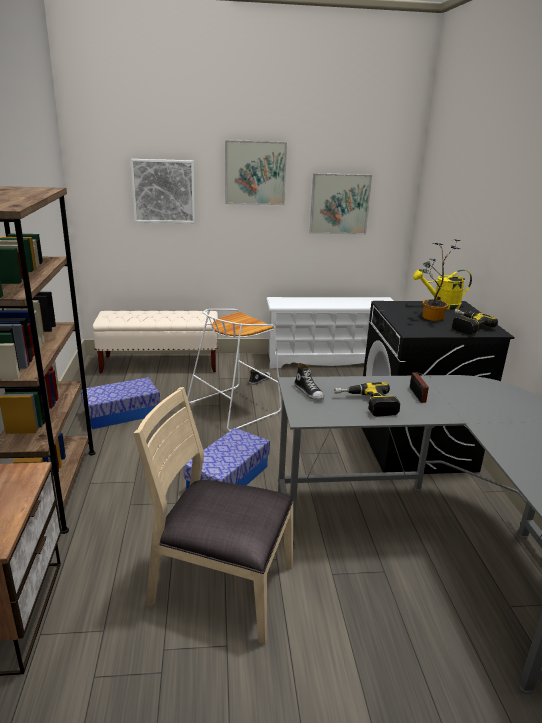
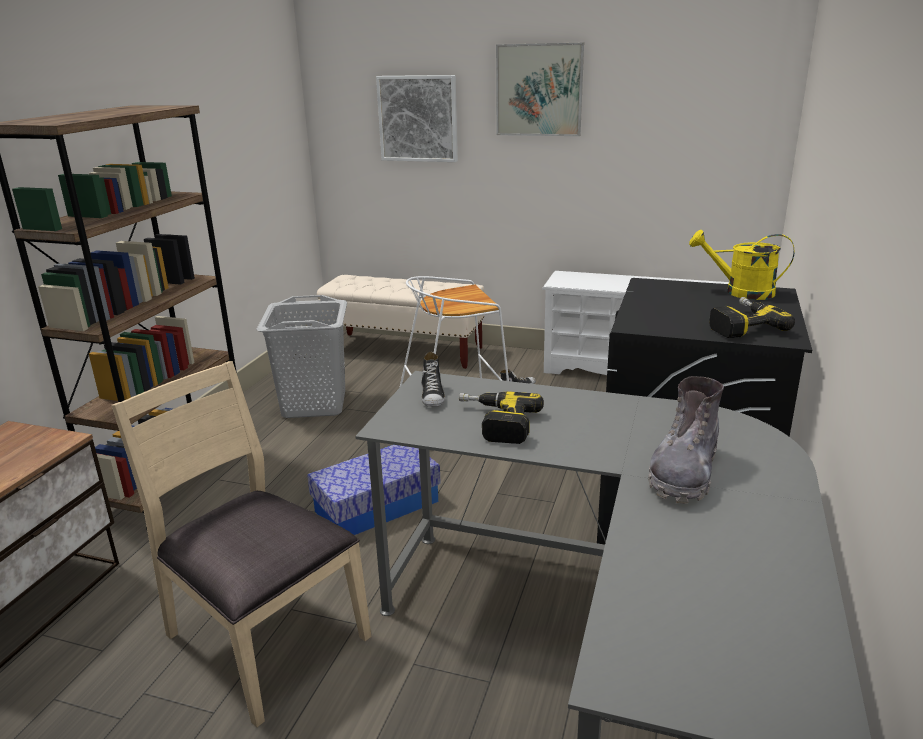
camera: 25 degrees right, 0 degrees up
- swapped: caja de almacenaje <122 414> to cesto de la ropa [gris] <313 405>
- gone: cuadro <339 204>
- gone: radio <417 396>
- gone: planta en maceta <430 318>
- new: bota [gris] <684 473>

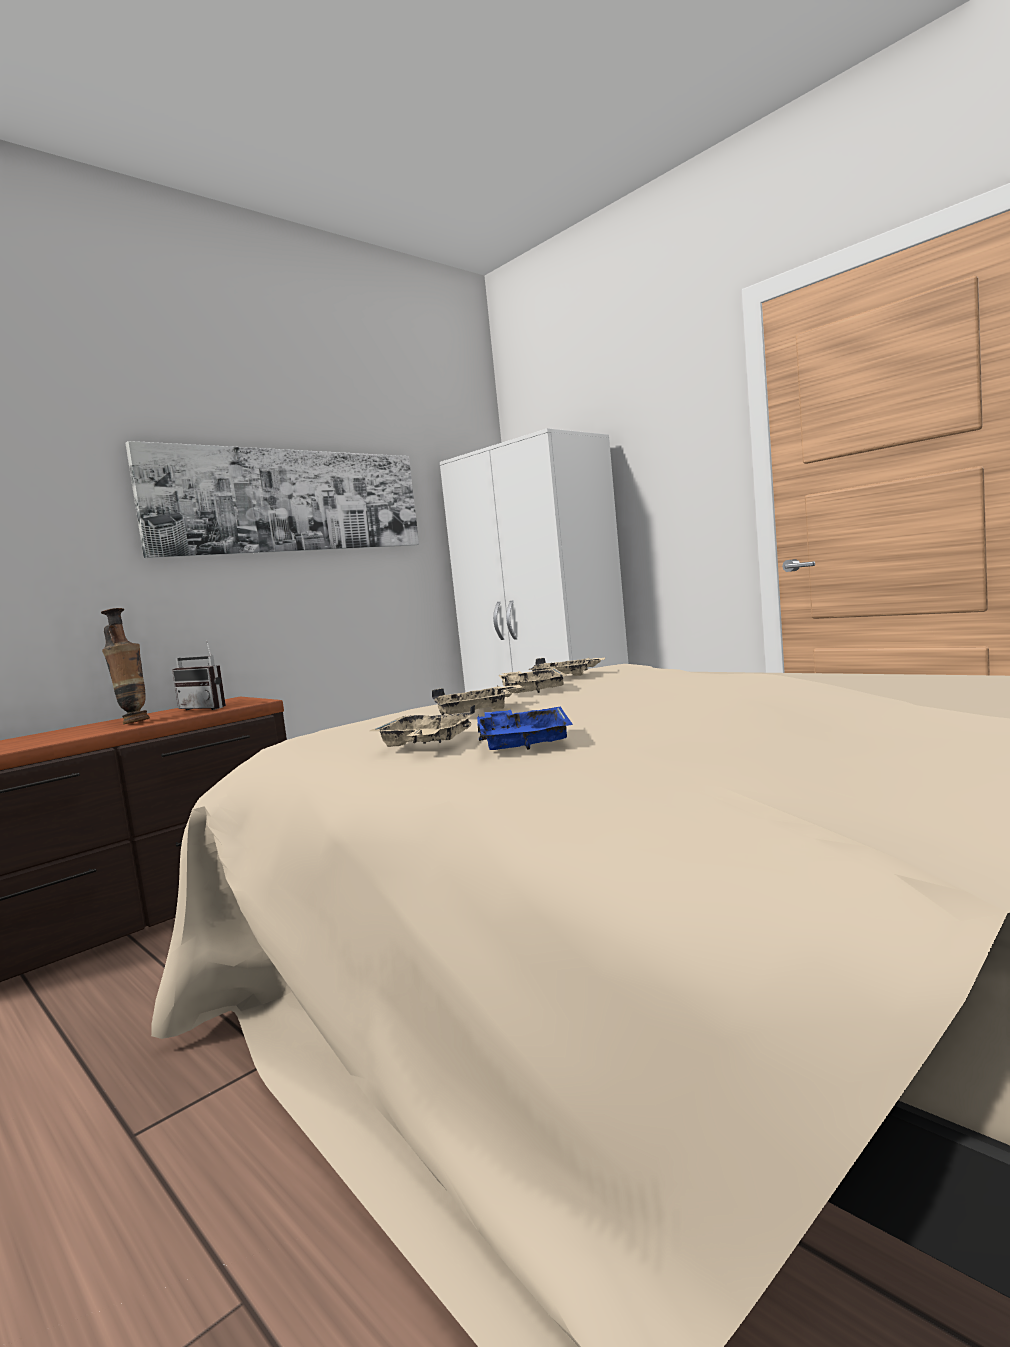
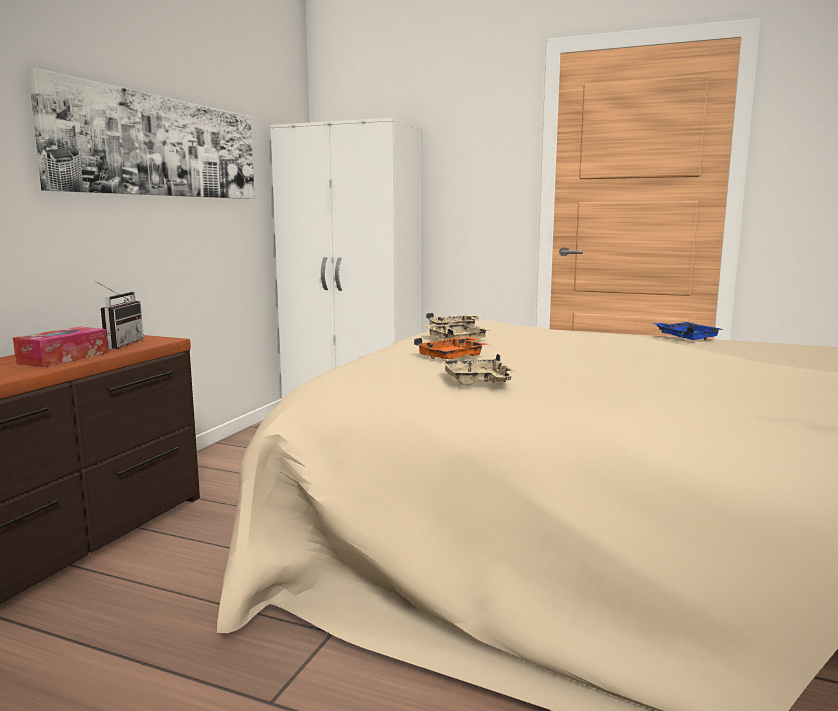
camera: 25 degrees left, 5 degrees up
- swapped: florero <134 722> to caja de pañuelos <63 358>
- rotated: radio <208 708> = <118 344> 90 degrees counterclockwise
- repainted: bandeja [beis] <477 712> to bandeja [naranja] <453 357>
- shifted: bandeja [azul] <523 742> to <686 338>

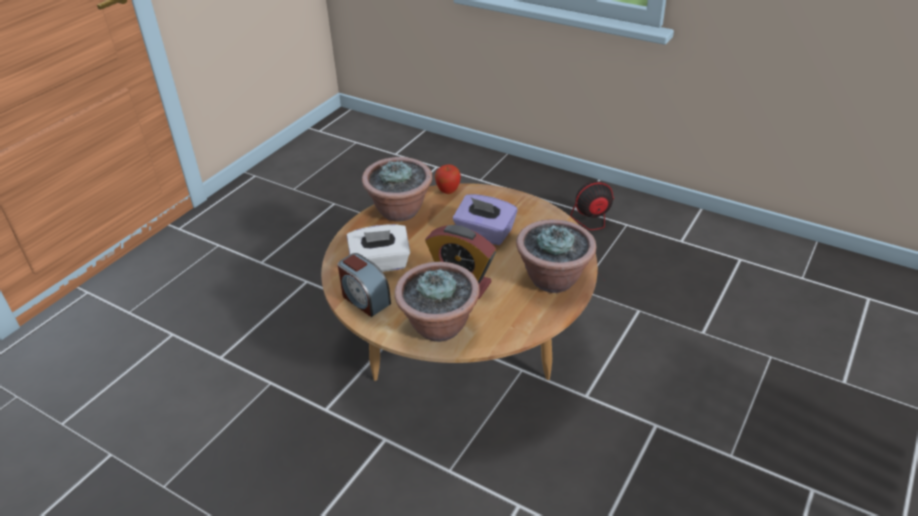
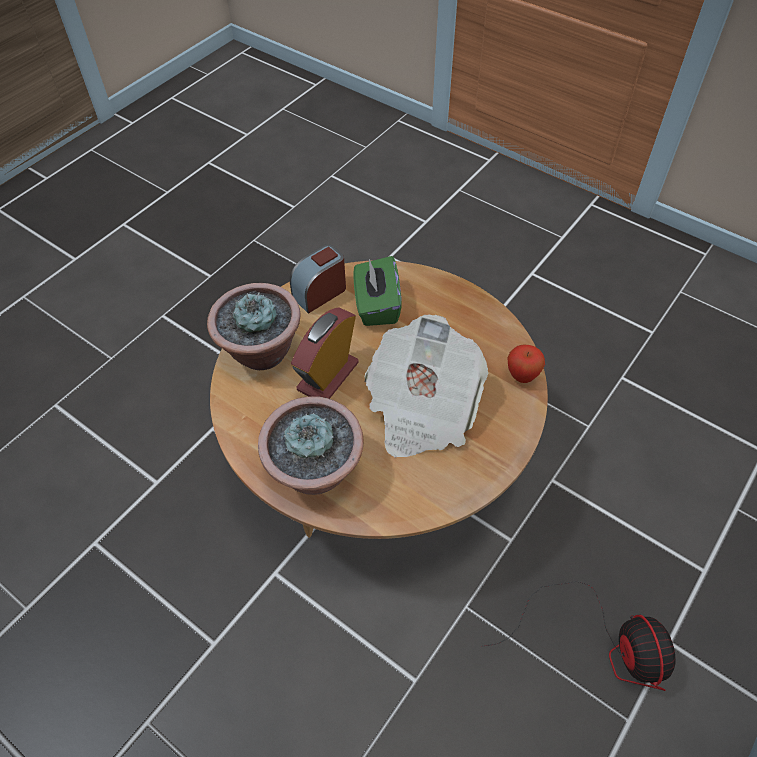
camera: 95 degrees right, 15 degrees up
- repainted: caja de pañuelos [blanco] <380 264> to caja de pañuelos [verde] <377 306>
- gone: planta en maceta <400 211>
- swapped: caja de pañuelos [morado] <484 233> to periódico <421 408>

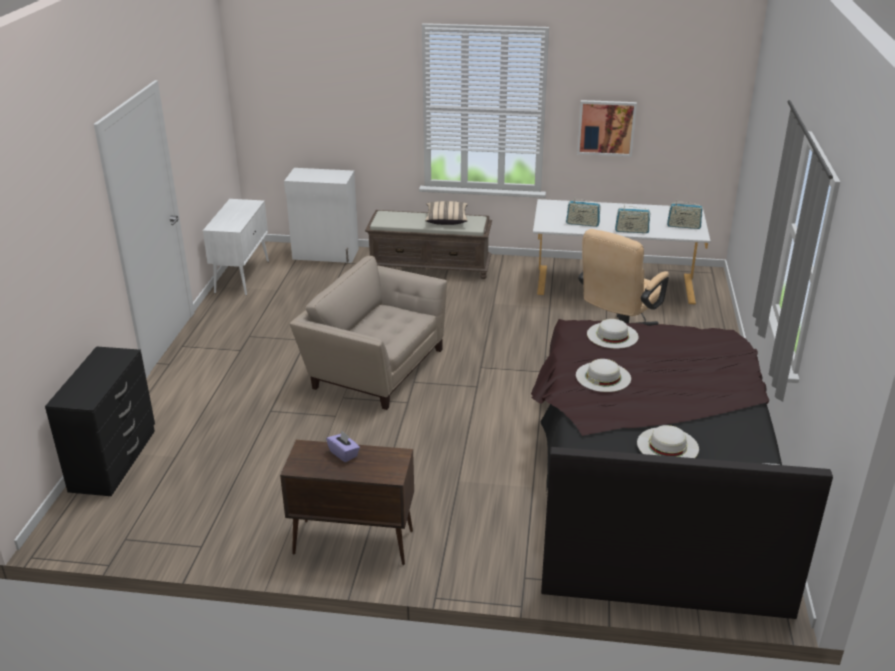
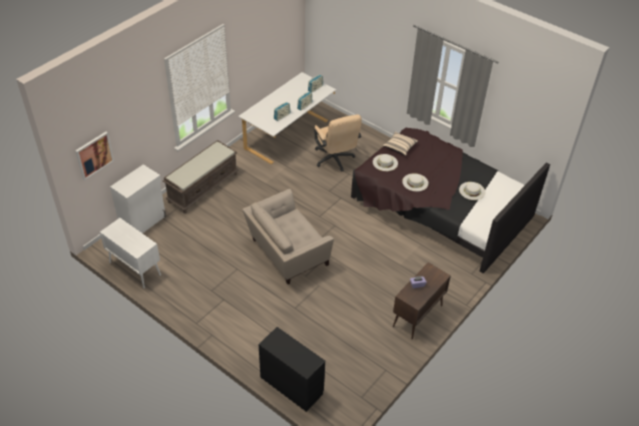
camera: 60 degrees left, 15 degrees up
- shifted: cojín [beis] <446 220> to <399 147>
- shifted: cuadro <606 128> to <94 155>

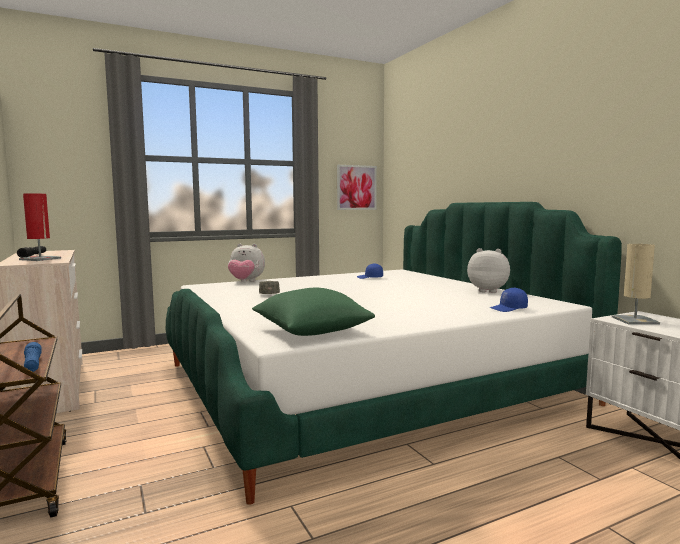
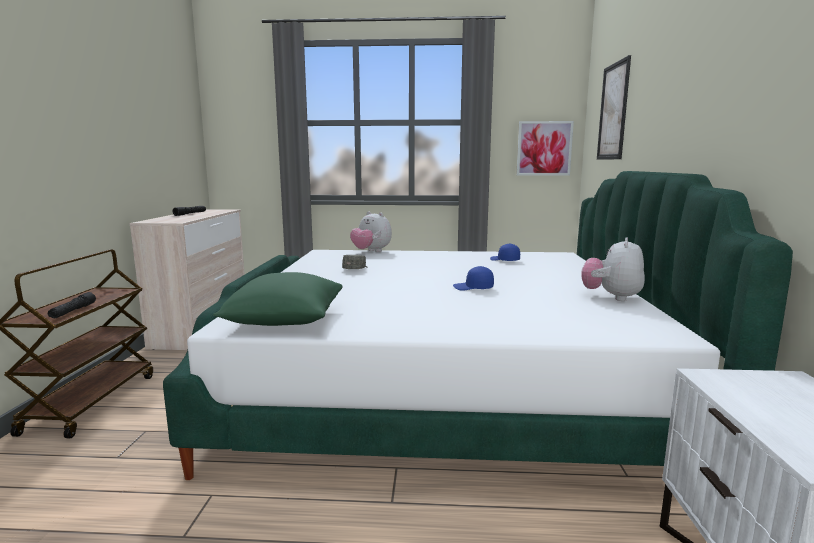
camera: 30 degrees right, 5 degrees up
- gone: lámpara de mesa [rojo] <40 259>
- repainted: linterna [azul] <32 364> to linterna [negro] <73 311>
- rotated: peluche <488 291> = <611 297> 120 degrees counterclockwise
- shifted: gorra [azul] <508 309> to <473 288>
- gone: lámpara de mesa [beis] <635 320>
- new: cuadro <613 111>

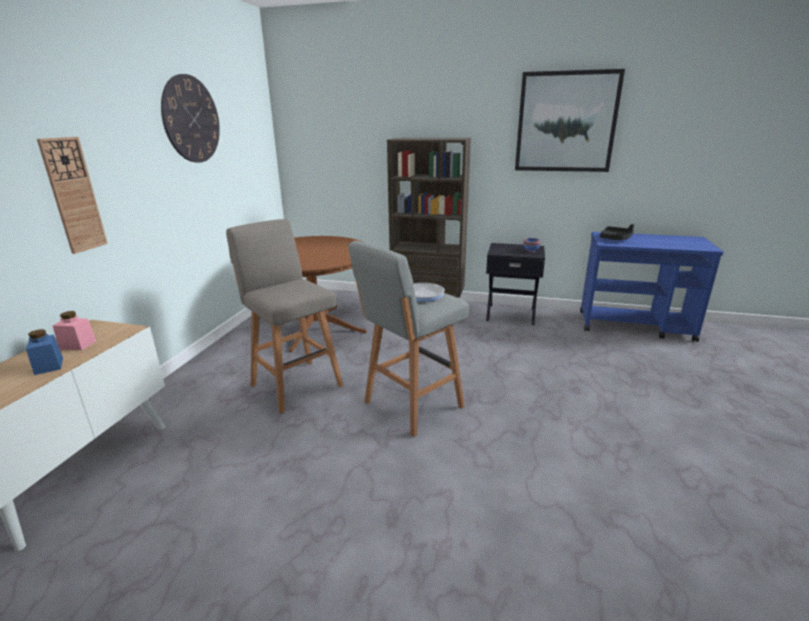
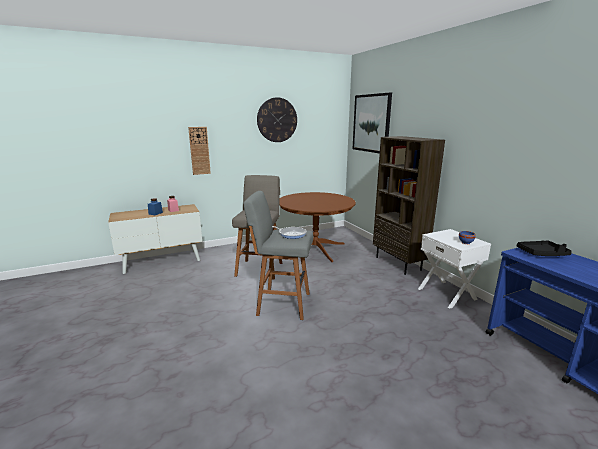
camera: 50 degrees right, 5 degrees down
- repainted: mesita de noche [negro] <511 314> to mesita de noche [blanco] <447 294>
- shifted: cuadro <566 122> to <371 123>

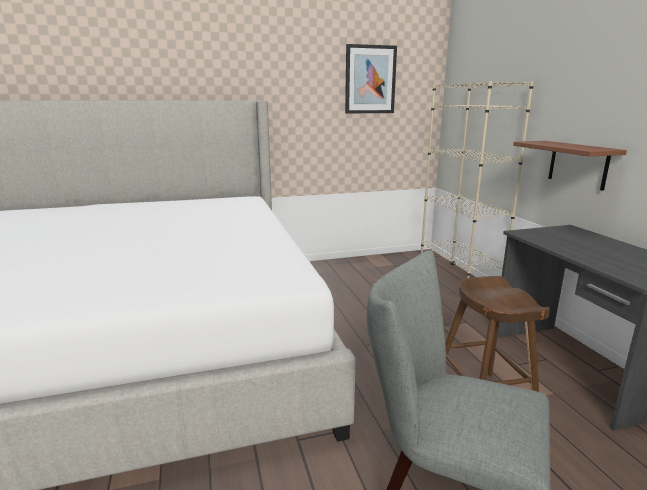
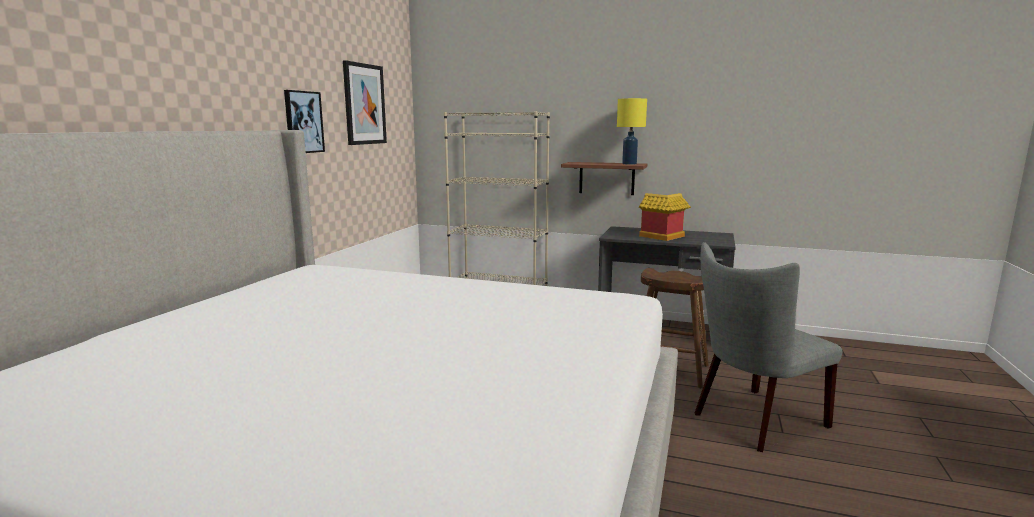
camera: 55 degrees left, 5 degrees down
- new: cuadro <303 122>
- new: lámpara de mesa [amarillo] <629 164>
- new: casita <661 237>

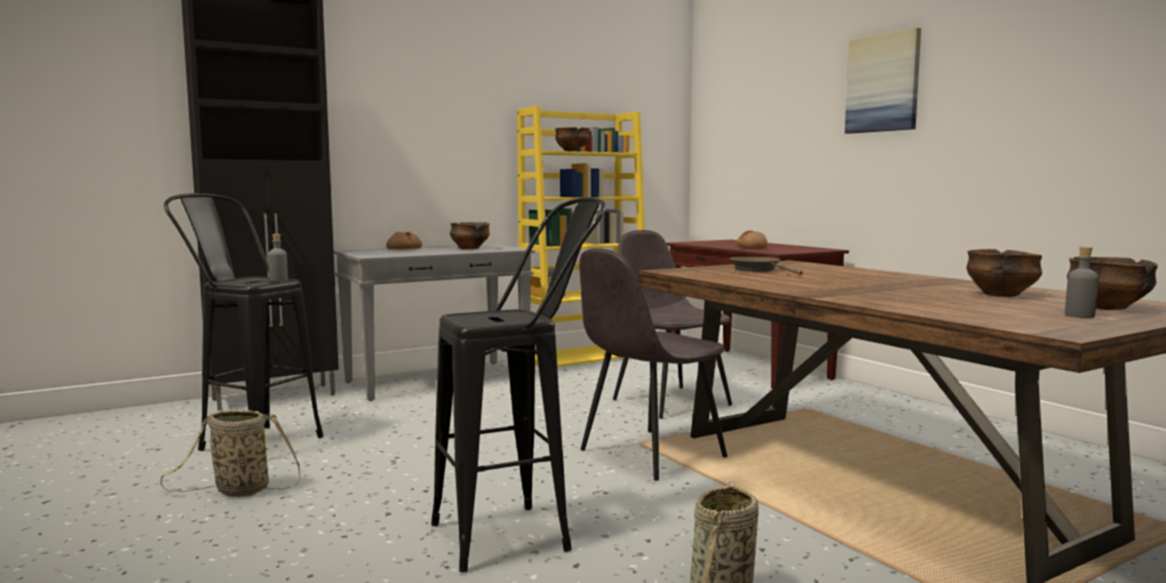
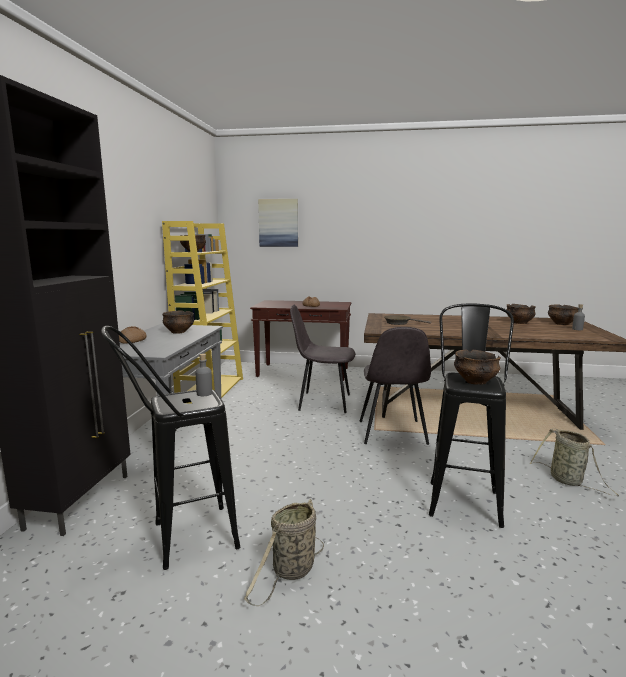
camera: 50 degrees left, 5 degrees up
- shifted: cuadro <883 83> to <278 223>
- new: cuenco <475 381>

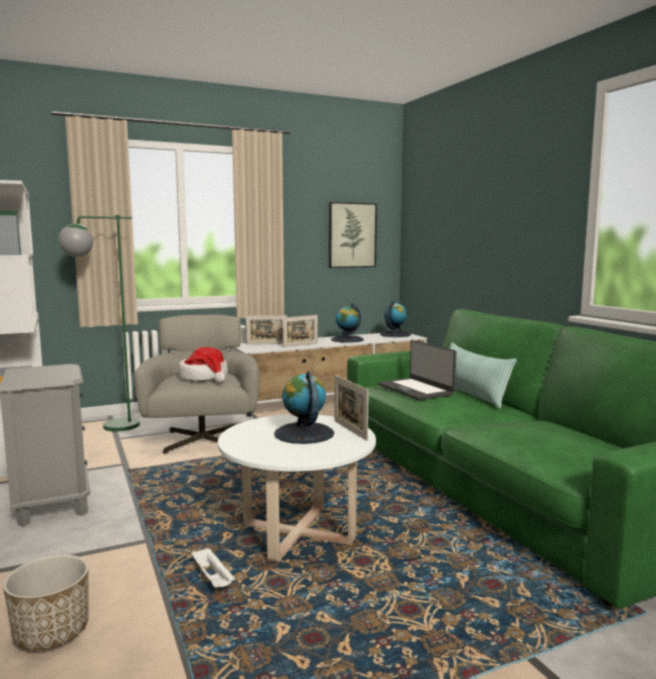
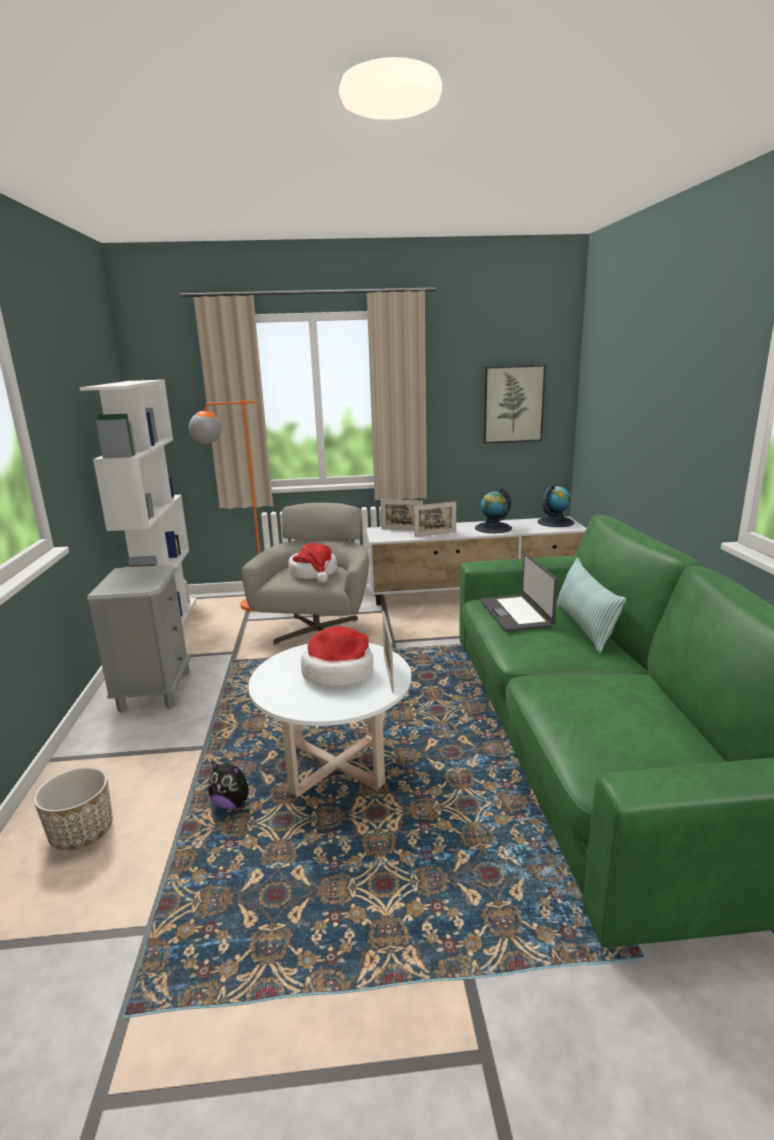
camera: 20 degrees right, 10 degrees up
- repainted: lámpara de pie [verde] <108 427> to lámpara de pie [naranja] <245 605>
- swapped: bandeja [blanco] <213 579> to peluche <232 804>
- swapped: globo terráqueo <303 433> to sombrero <339 672>

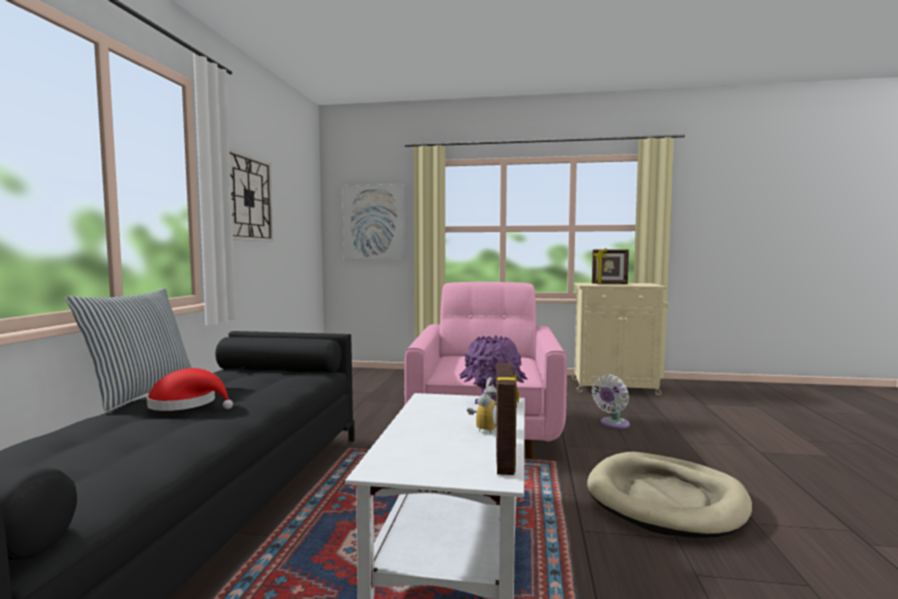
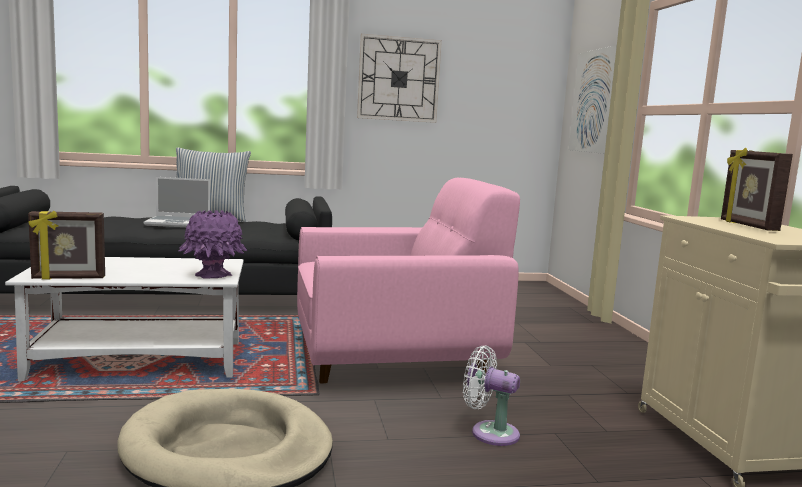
camera: 70 degrees right, 5 degrees up
- swapped: sombrero [rojo] <187 404> to portátil <179 223>
- gone: despertador <483 428>

